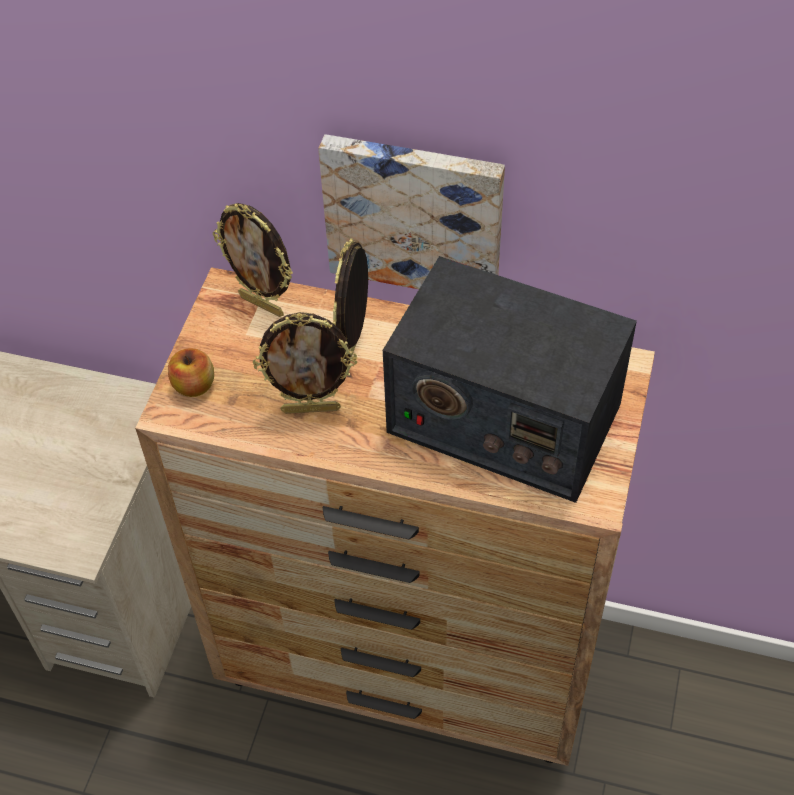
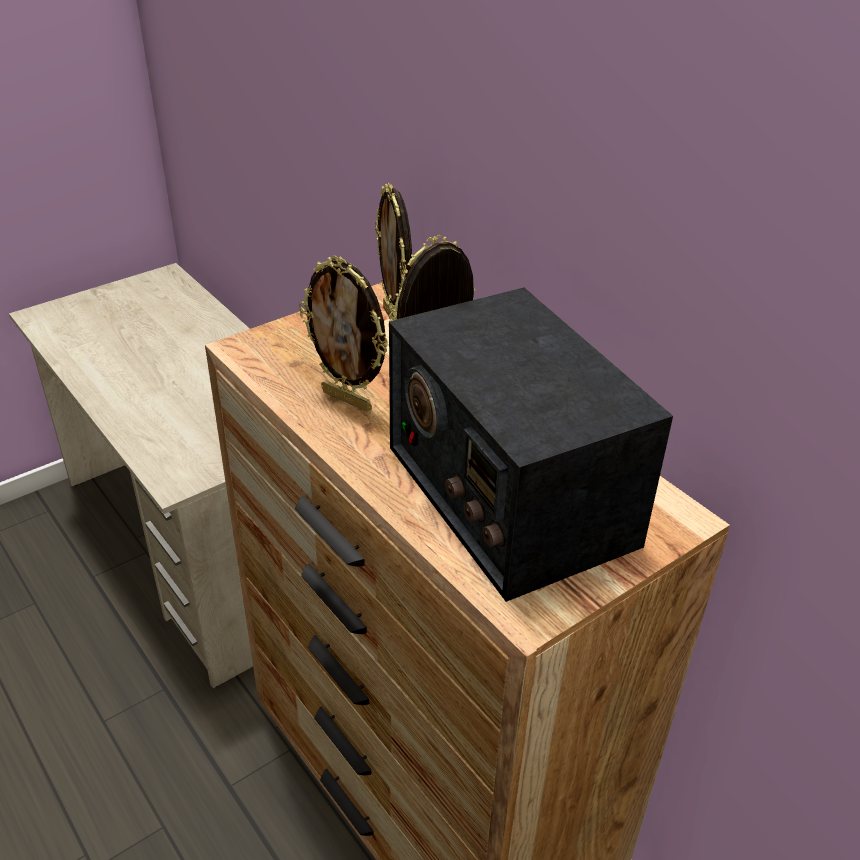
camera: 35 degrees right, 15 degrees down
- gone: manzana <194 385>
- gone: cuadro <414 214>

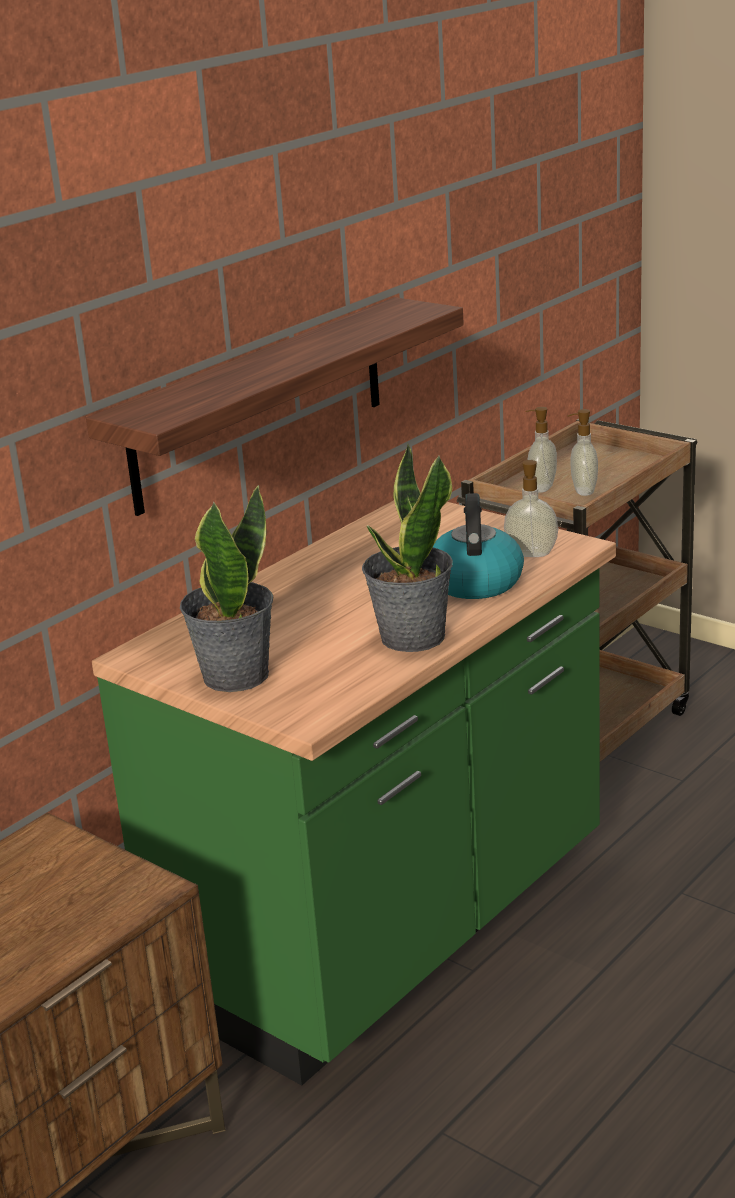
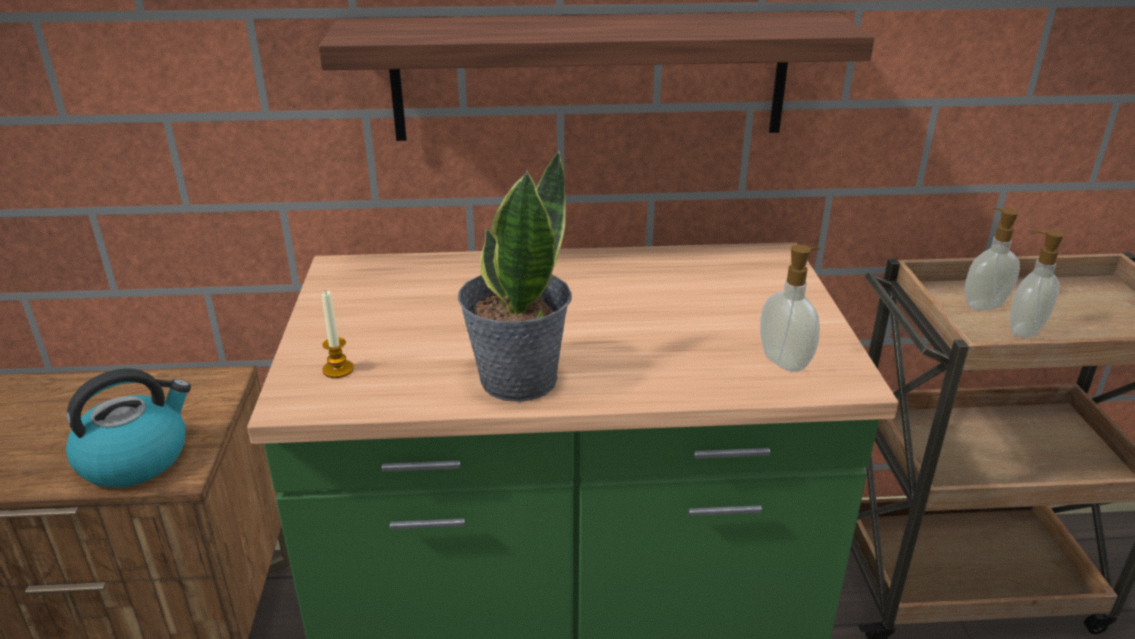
camera: 45 degrees right, 5 degrees up
- gone: planta en maceta <234 675>
- shifted: hervidor <474 581> to <136 458>
- new: vela <338 369>

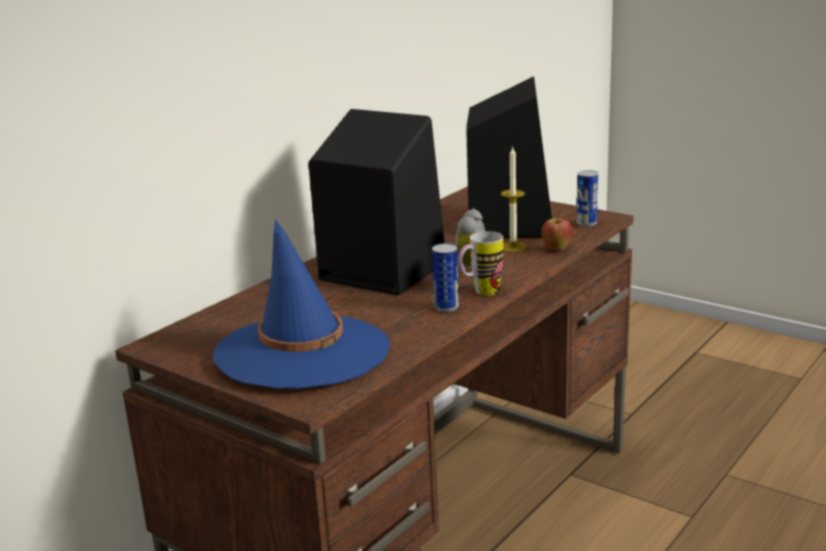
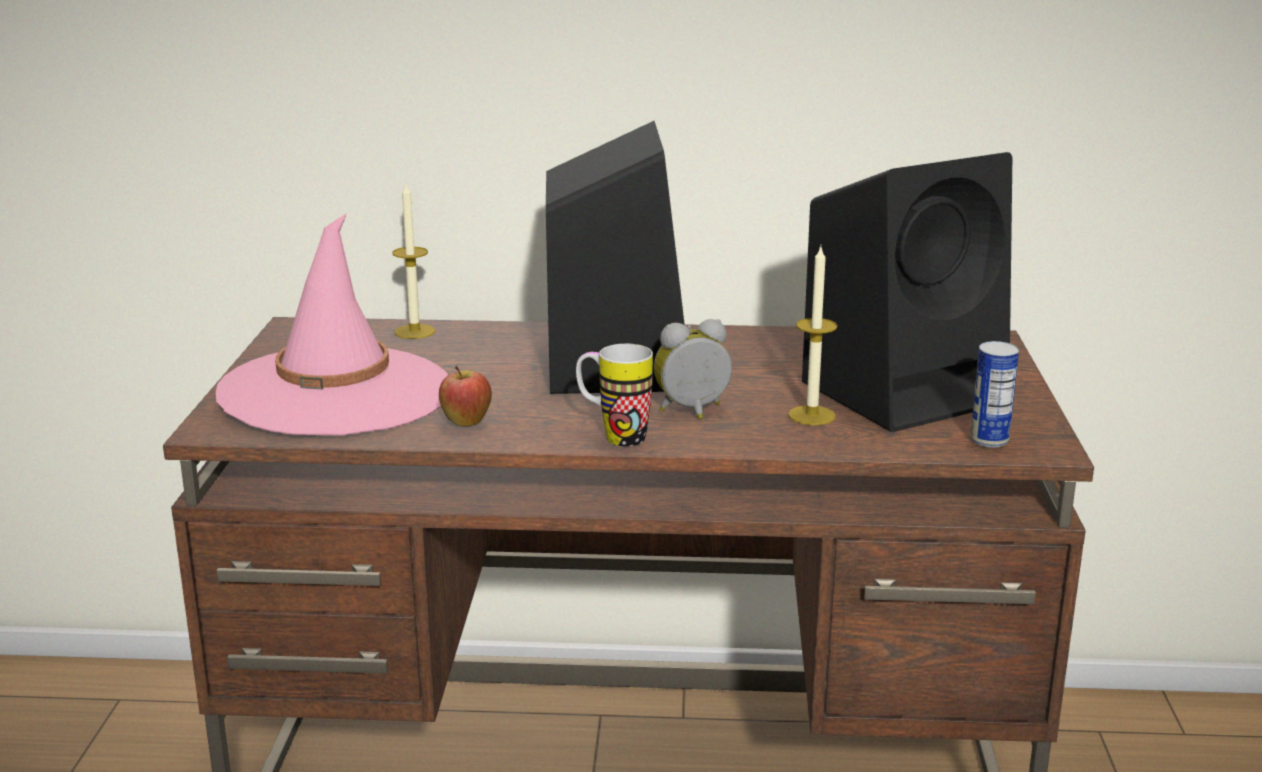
camera: 55 degrees right, 0 degrees up
- repainted: sombrero [azul] <302 352> to sombrero [rosa] <336 392>
- gone: lata <446 307>
- shifted: manzana <556 249> to <466 424>
- new: vela <414 331>

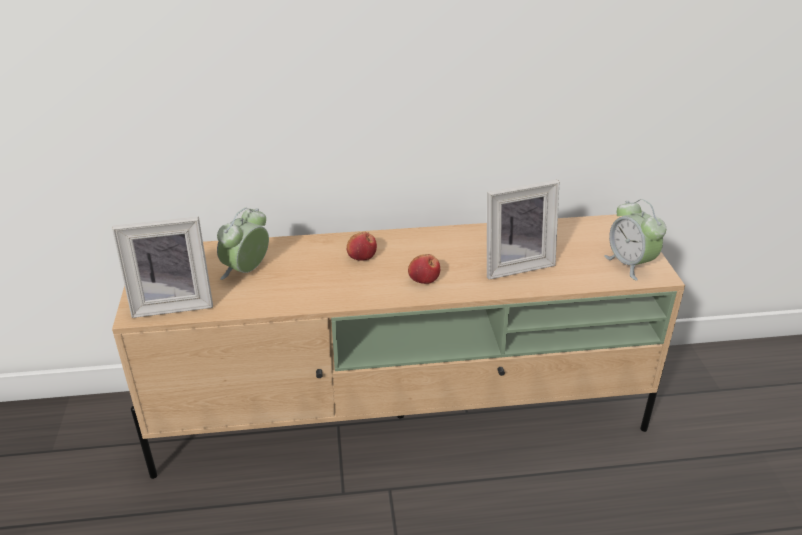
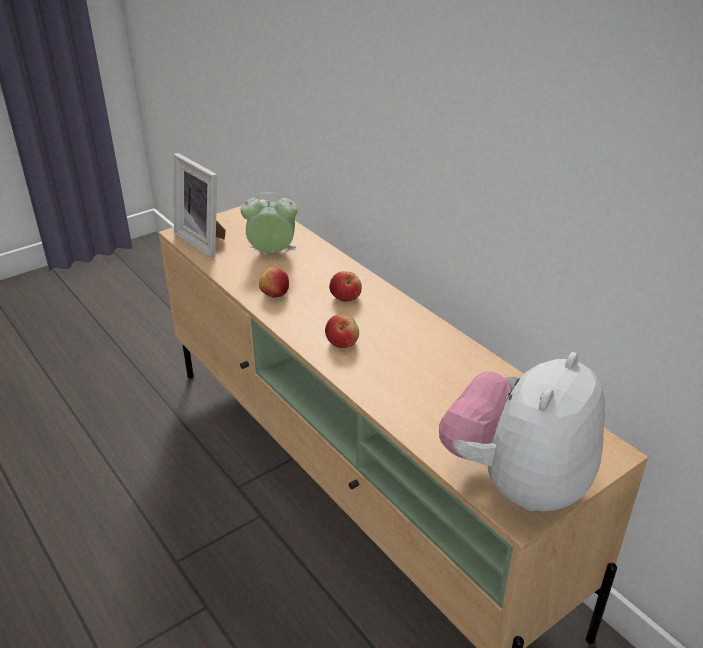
camera: 60 degrees right, 0 degrees up
- gone: portarretratos <515 264>
- swapped: despertador <630 264> to peluche <517 482>
- new: manzana <274 293>

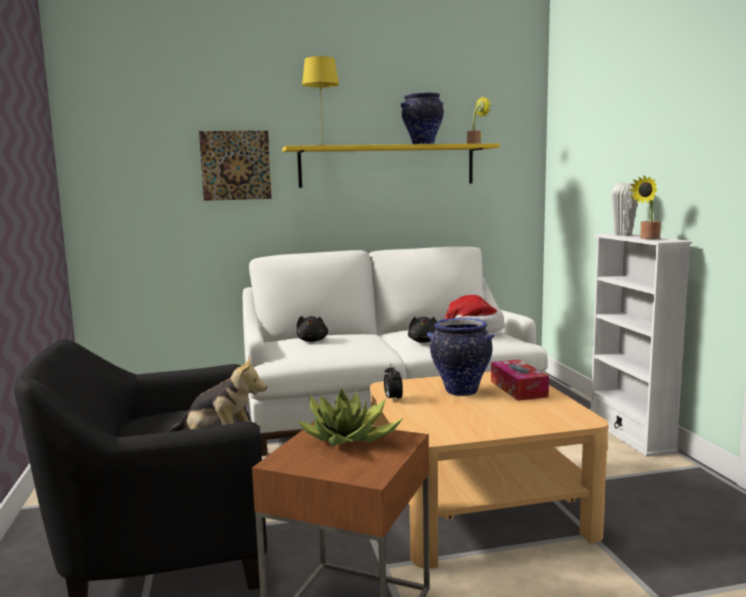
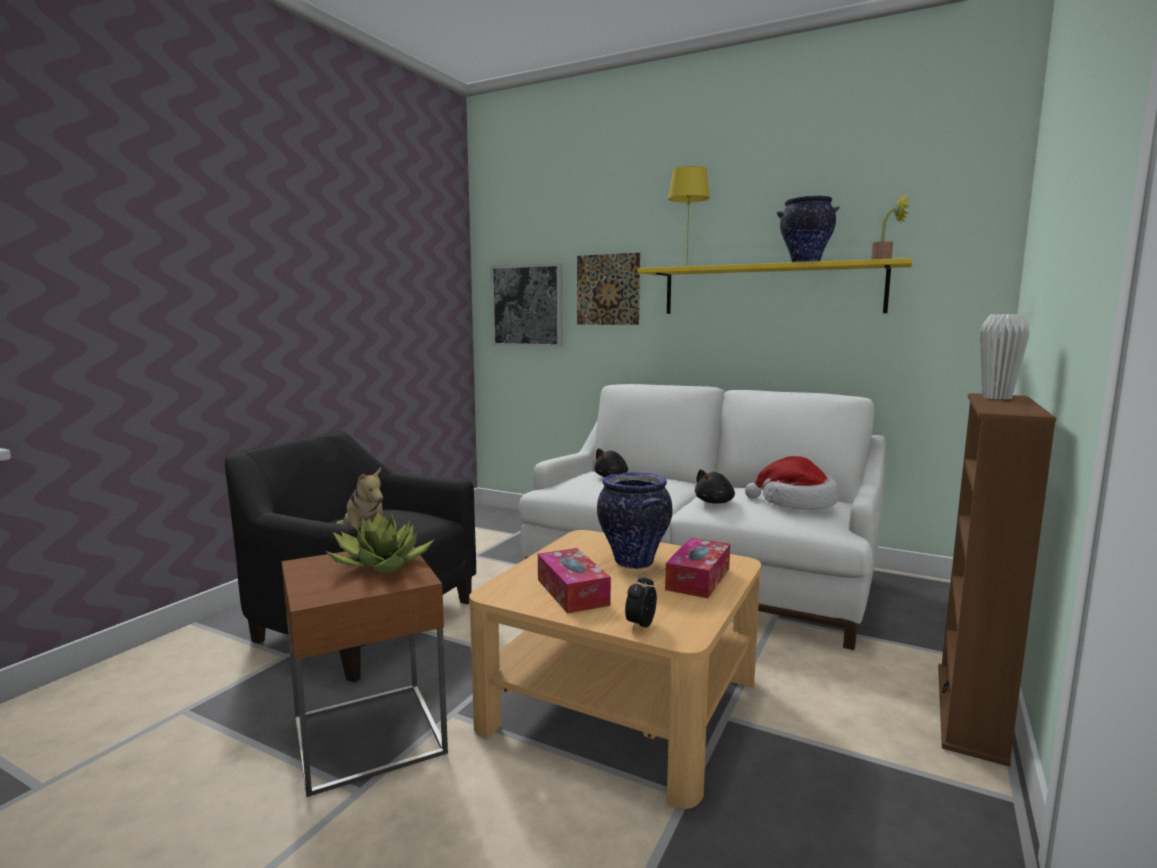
camera: 40 degrees right, 0 degrees up
- shifted: despertador <393 399> to <640 625>
- repainted: estantería [blanco] <630 434> to estantería [marrón] <970 711>
- gone: planta en maceta <647 238>
- new: cuadro <527 305>
- new: caja de pañuelos <572 592>

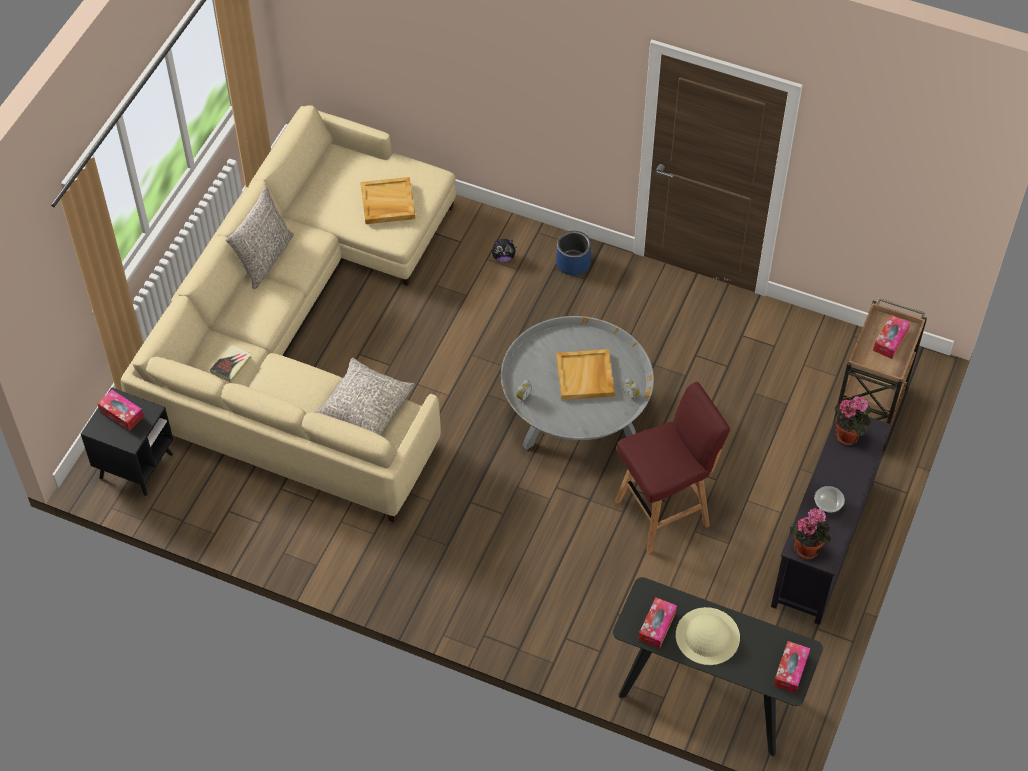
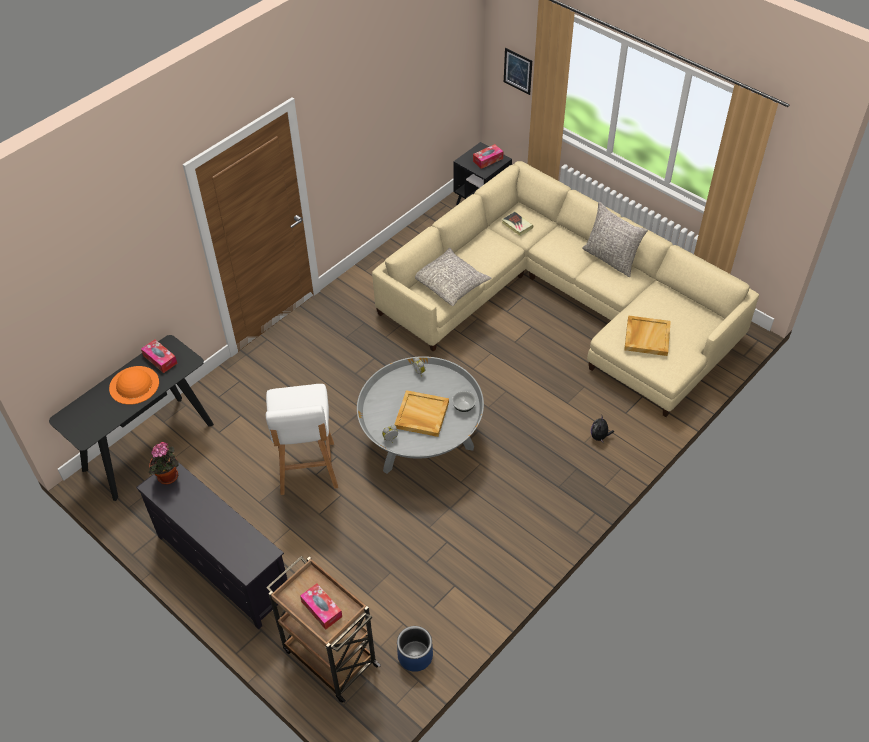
camera: 110 degrees right, 5 degrees down
- shifted: maceta [azul] <573 263> to <415 656>
- repainted: taburete [rojo] <664 512> to taburete [blanco] <307 469>
- repainted: sombrero [beis] <707 636> to sombrero [naranja] <134 385>
- gone: caja de pañuelos <790 670>
- shifted: cuenco <827 505> to <463 406>
- gone: planta en maceta <849 435>
- new: cuadro <518 71>

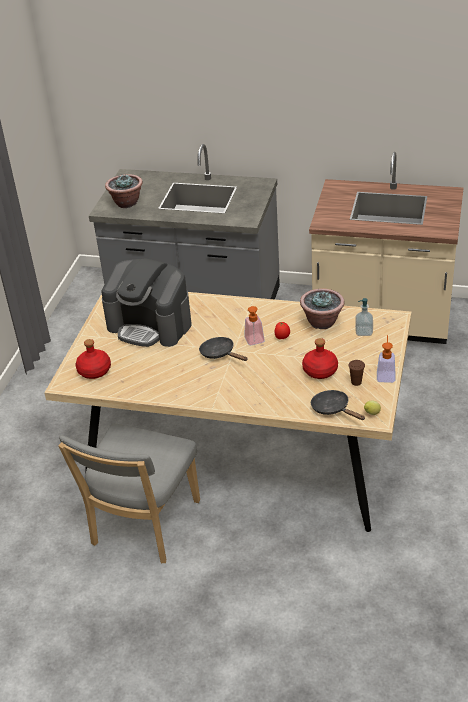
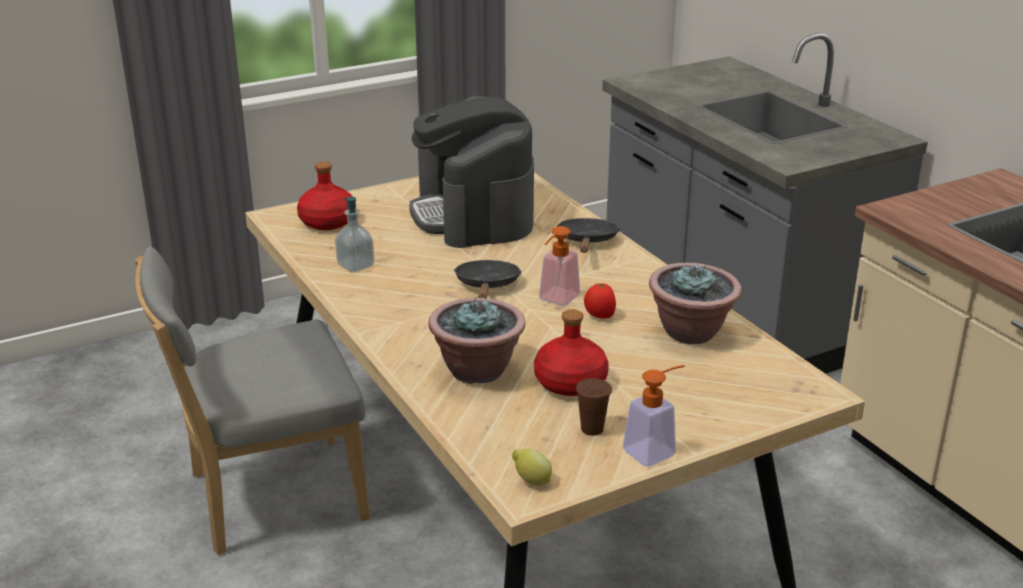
camera: 45 degrees right, 10 degrees down
- shifted: planta en maceta <126 203> to <477 370>
- shifted: sartén [negro] <333 409> to <587 241>
- shifted: dispensador de jabón <364 332> to <355 265>

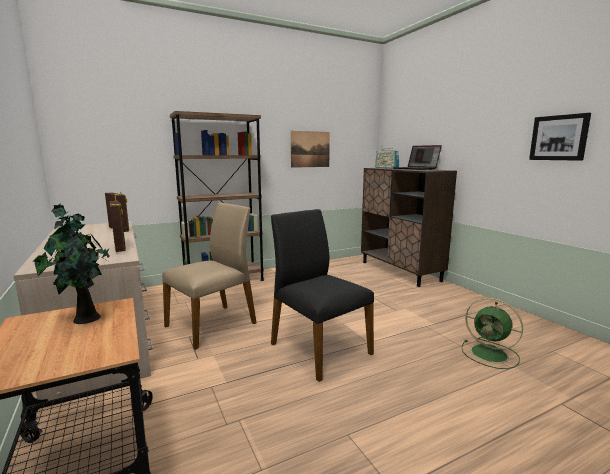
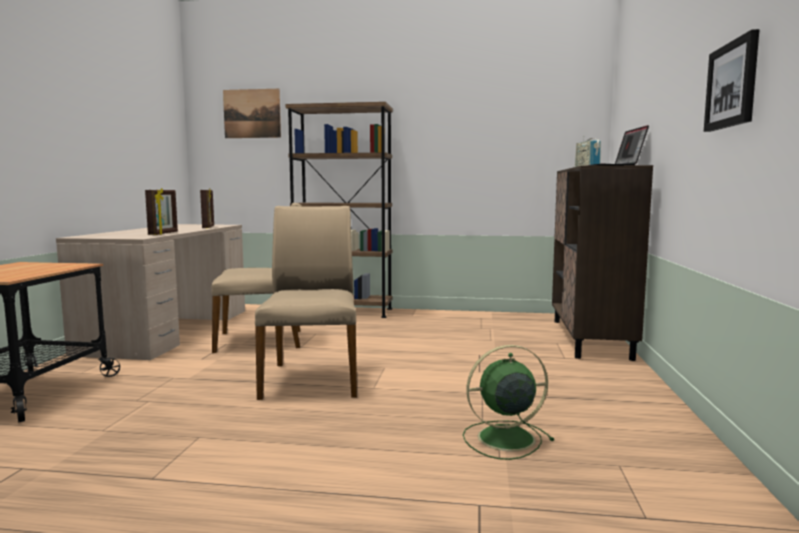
camera: 35 degrees right, 5 degrees down
- gone: planta en maceta <84 318>
- repainted: silla [negro] <318 348> to silla [beis] <312 379>
- shifted: cuadro <310 149> to <252 113>
- rotated: ventilador [verde] <491 354> = <503 438> 90 degrees clockwise

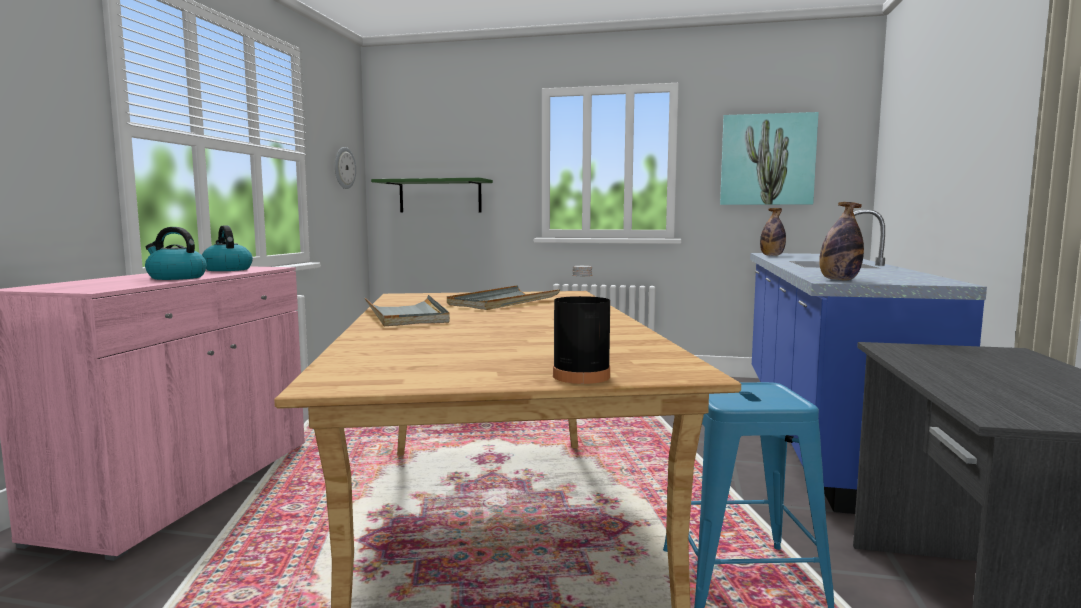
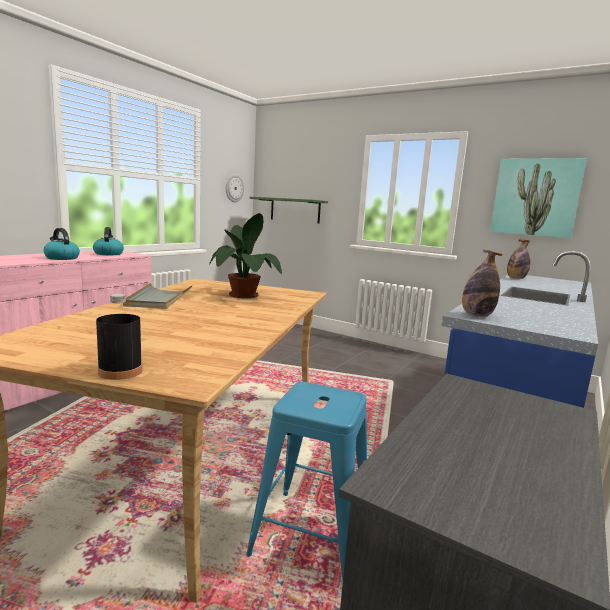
camera: 20 degrees right, 5 degrees up
- swapped: bandeja [gris] <503 302> to planta en maceta <244 295>

